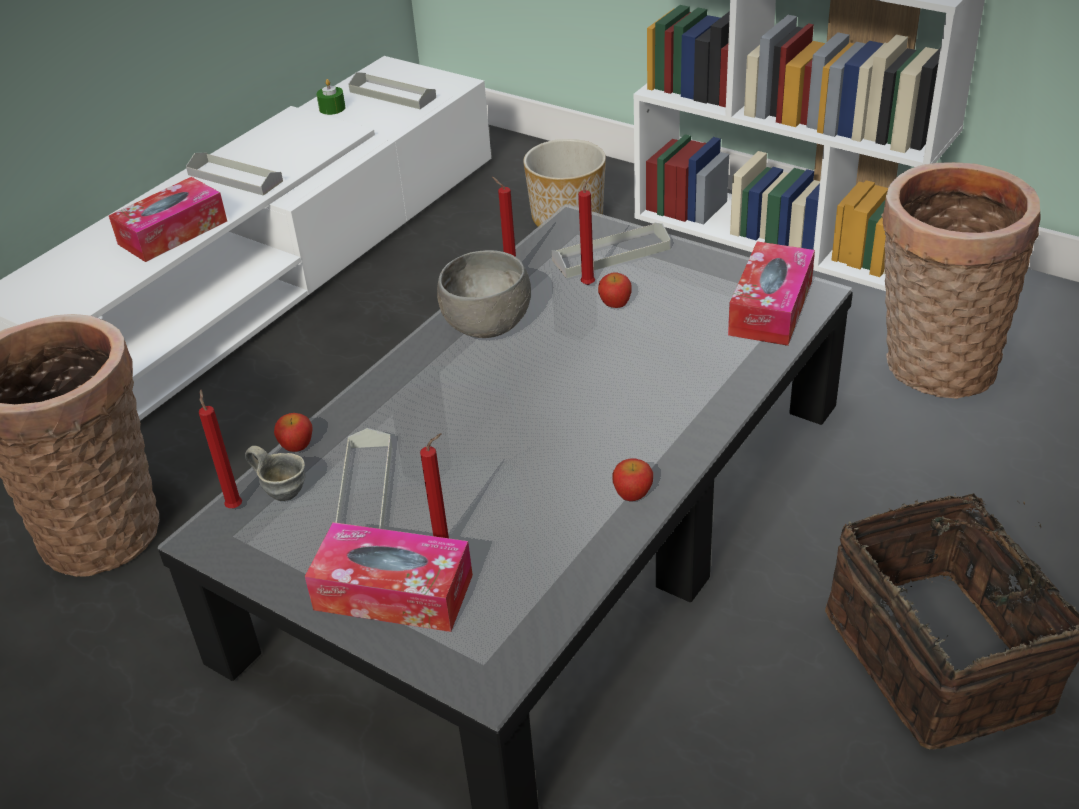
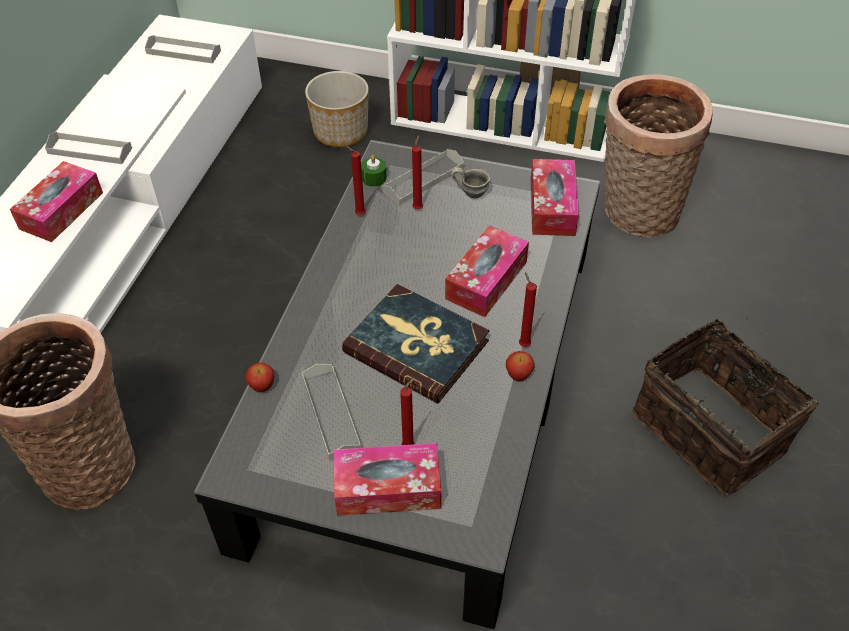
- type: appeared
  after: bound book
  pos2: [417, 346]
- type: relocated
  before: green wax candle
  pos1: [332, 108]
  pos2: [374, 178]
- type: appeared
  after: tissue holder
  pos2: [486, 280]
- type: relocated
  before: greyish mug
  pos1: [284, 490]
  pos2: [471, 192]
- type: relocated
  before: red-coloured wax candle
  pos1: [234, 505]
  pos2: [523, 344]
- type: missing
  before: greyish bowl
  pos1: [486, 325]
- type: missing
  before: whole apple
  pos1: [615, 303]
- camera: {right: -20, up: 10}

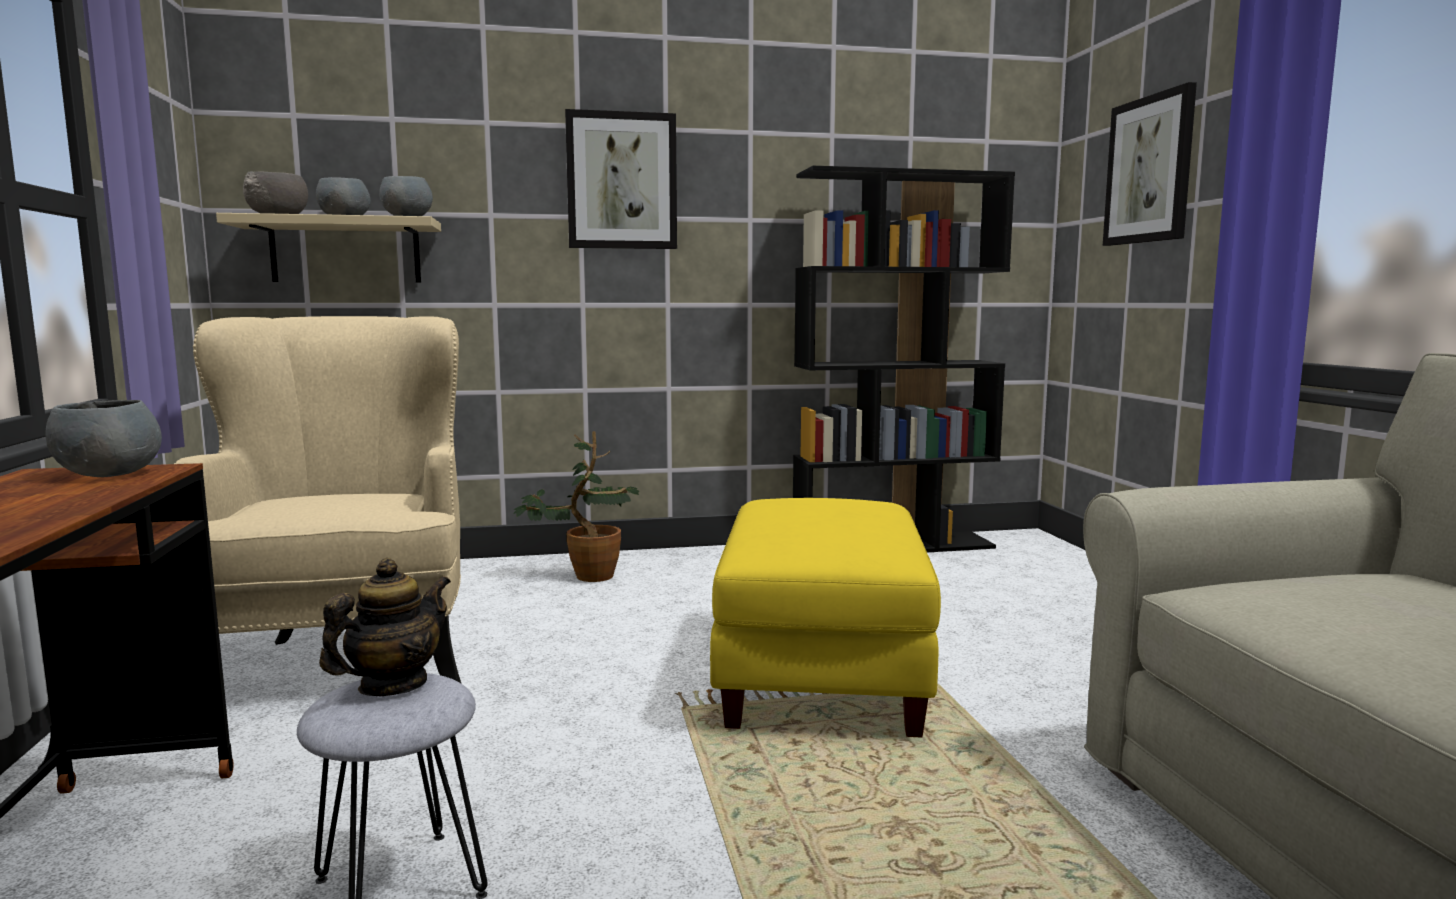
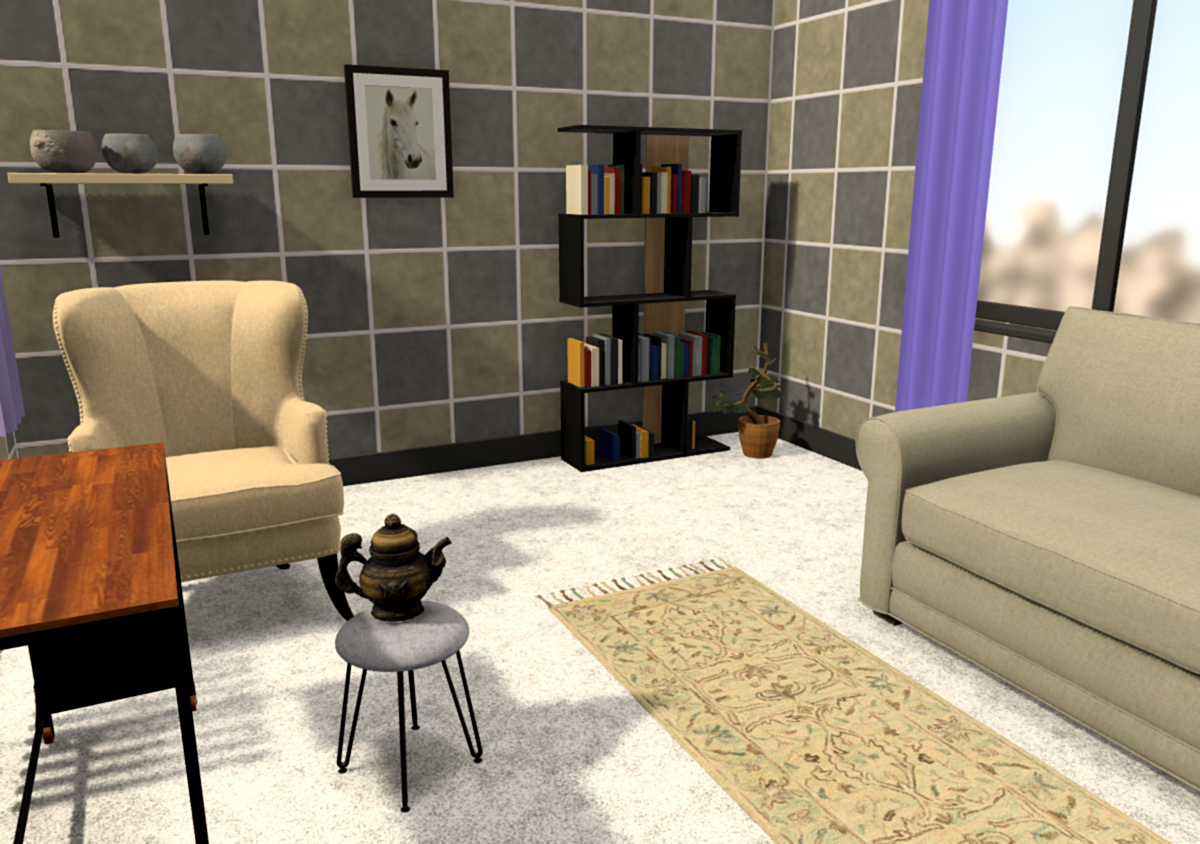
- type: spun
  before: tea pot
  pos1: [392, 685]
  pos2: [397, 612]
  turn: 60
- type: relocated
  before: potted plant
  pos1: [585, 576]
  pos2: [750, 454]
- type: missing
  before: greyish bowl
  pos1: [109, 474]
- type: missing
  before: yellow-coloured ottoman
  pos1: [824, 674]
- type: missing
  before: picture
  pos1: [1149, 170]
- camera: {right: -15, up: 5}

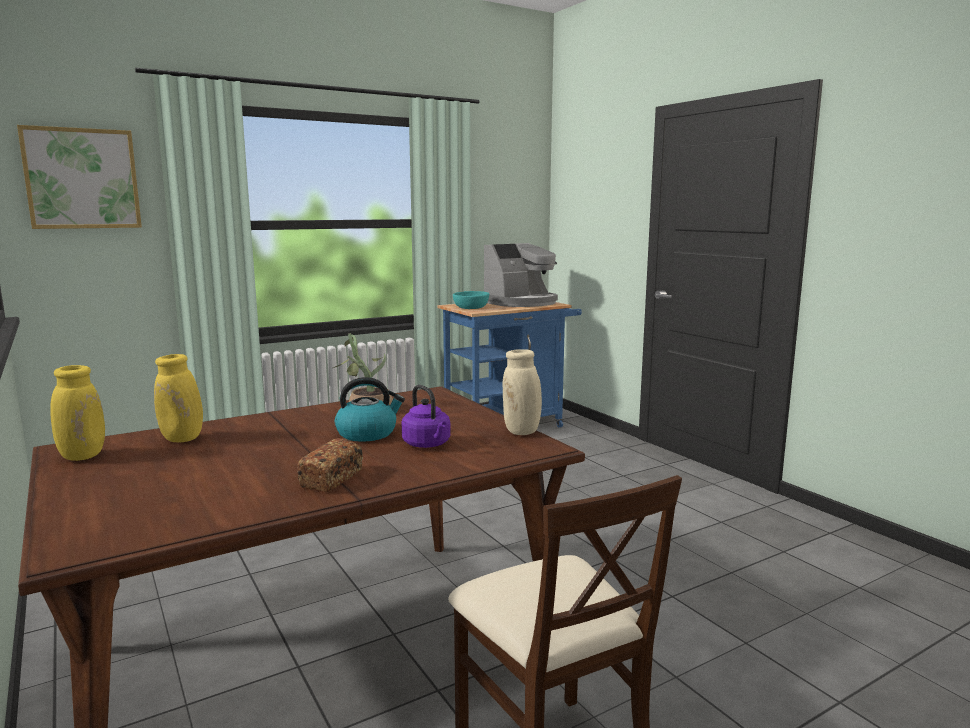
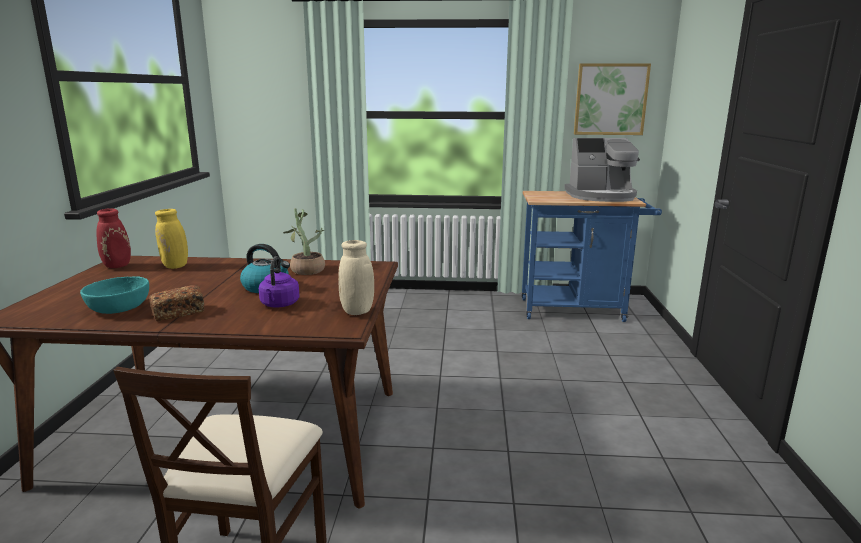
- type: relocated
  before: blue-green bowl
  pos1: [471, 308]
  pos2: [118, 308]
- type: colour
  before: yellow-coloured vase
  after: red-coloured vase
  pos1: [83, 456]
  pos2: [119, 266]
- type: relocated
  before: picture
  pos1: [82, 179]
  pos2: [610, 99]
- camera: {right: 35, up: 5}

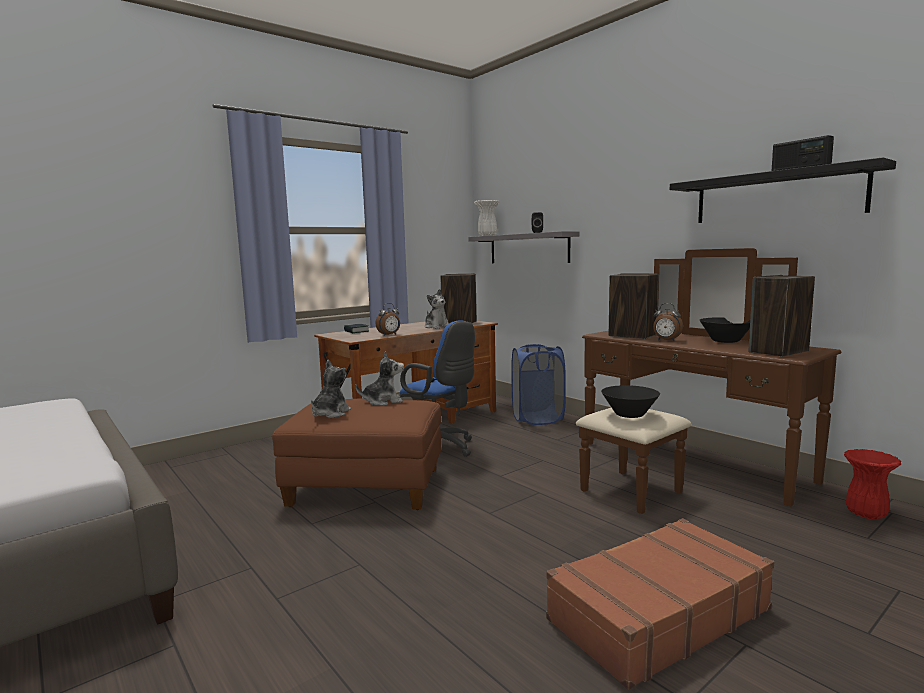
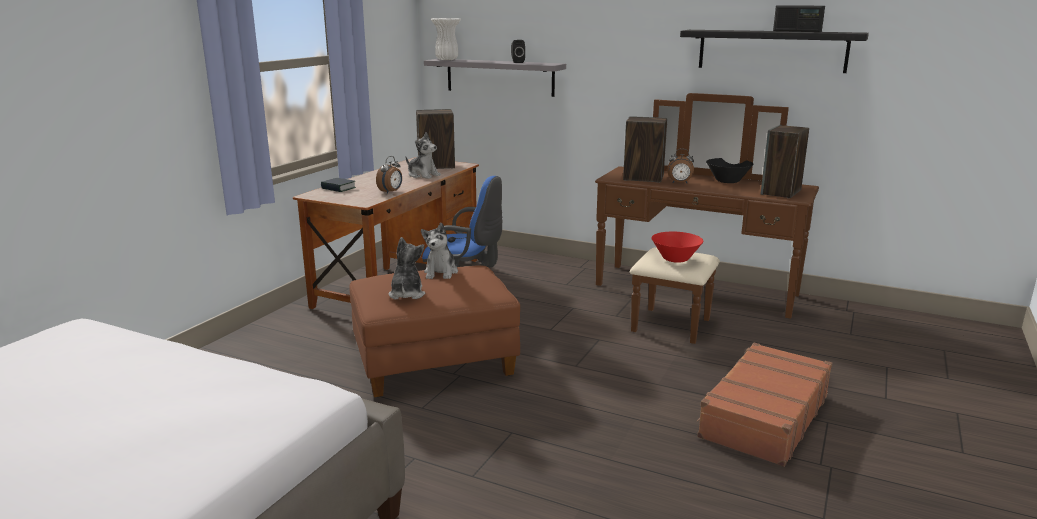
- type: spun
  before: cuddly toy
  pos1: [383, 401]
  pos2: [441, 272]
  turn: 135
- type: colour
  before: black bowl
  after: red-coloured bowl
  pos1: [629, 415]
  pos2: [675, 259]
- type: missing
  before: bluish hamper
  pos1: [537, 418]
- type: missing
  before: red-coloured vase
  pos1: [867, 514]
- camera: {right: -25, up: 10}

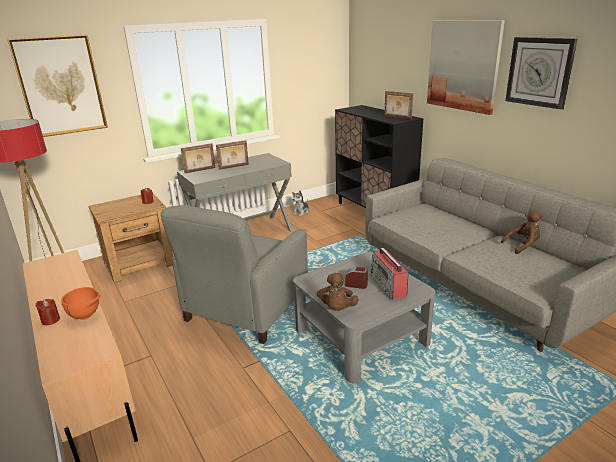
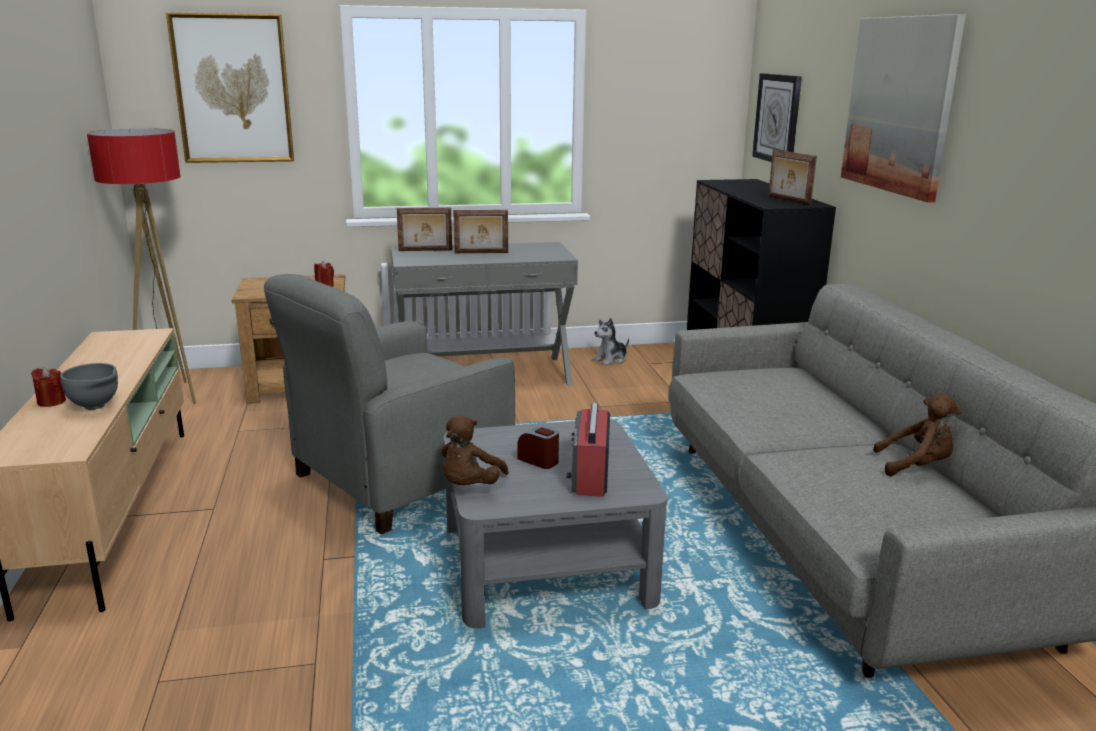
- type: colour
  before: orange bowl
  after: greyish bowl
  pos1: [86, 316]
  pos2: [96, 407]
- type: relocated
  before: wall clock
  pos1: [539, 72]
  pos2: [777, 118]
- camera: {right: 20, up: -5}

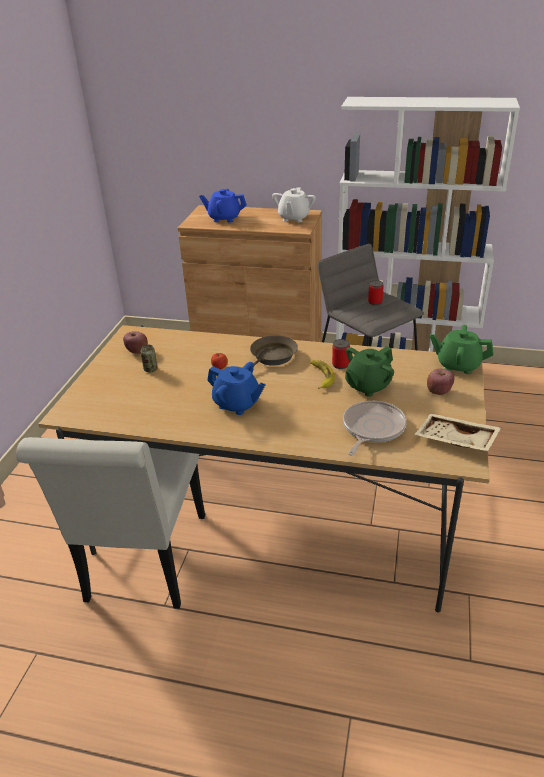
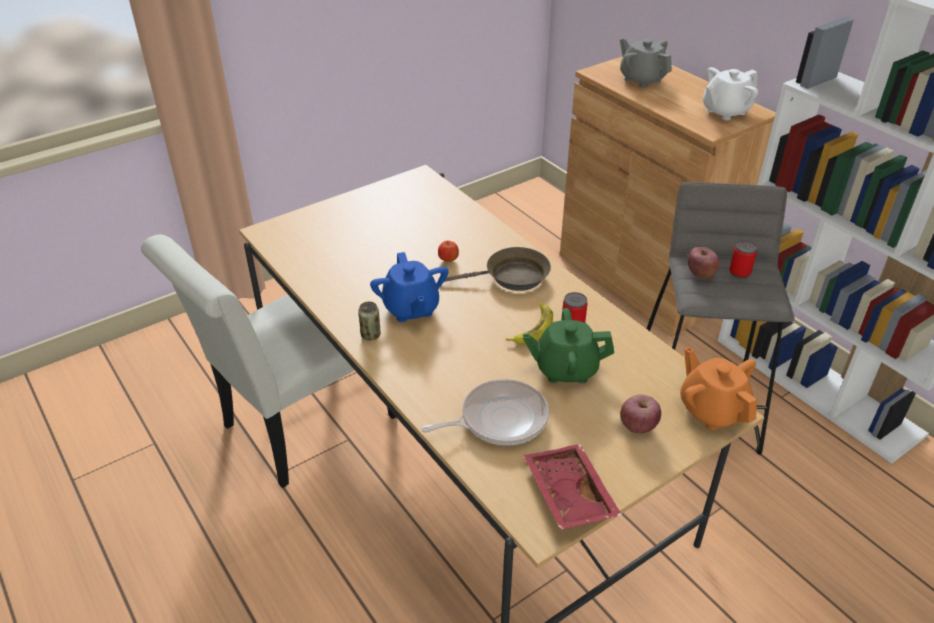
- type: relocated
  before: can
  pos1: [150, 369]
  pos2: [370, 335]
- type: colour
  before: beige-coloured serving tray
  after: red-coloured serving tray
  pos1: [455, 441]
  pos2: [567, 495]
- type: colour
  before: bluish tea pot
  after: greyish tea pot
  pos1: [224, 218]
  pos2: [642, 79]
- type: colour
  before: green tea pot
  after: orange tea pot
  pos1: [458, 365]
  pos2: [712, 410]
- type: relocated
  before: whole apple
  pos1: [137, 351]
  pos2: [700, 274]
- camera: {right: 40, up: 5}

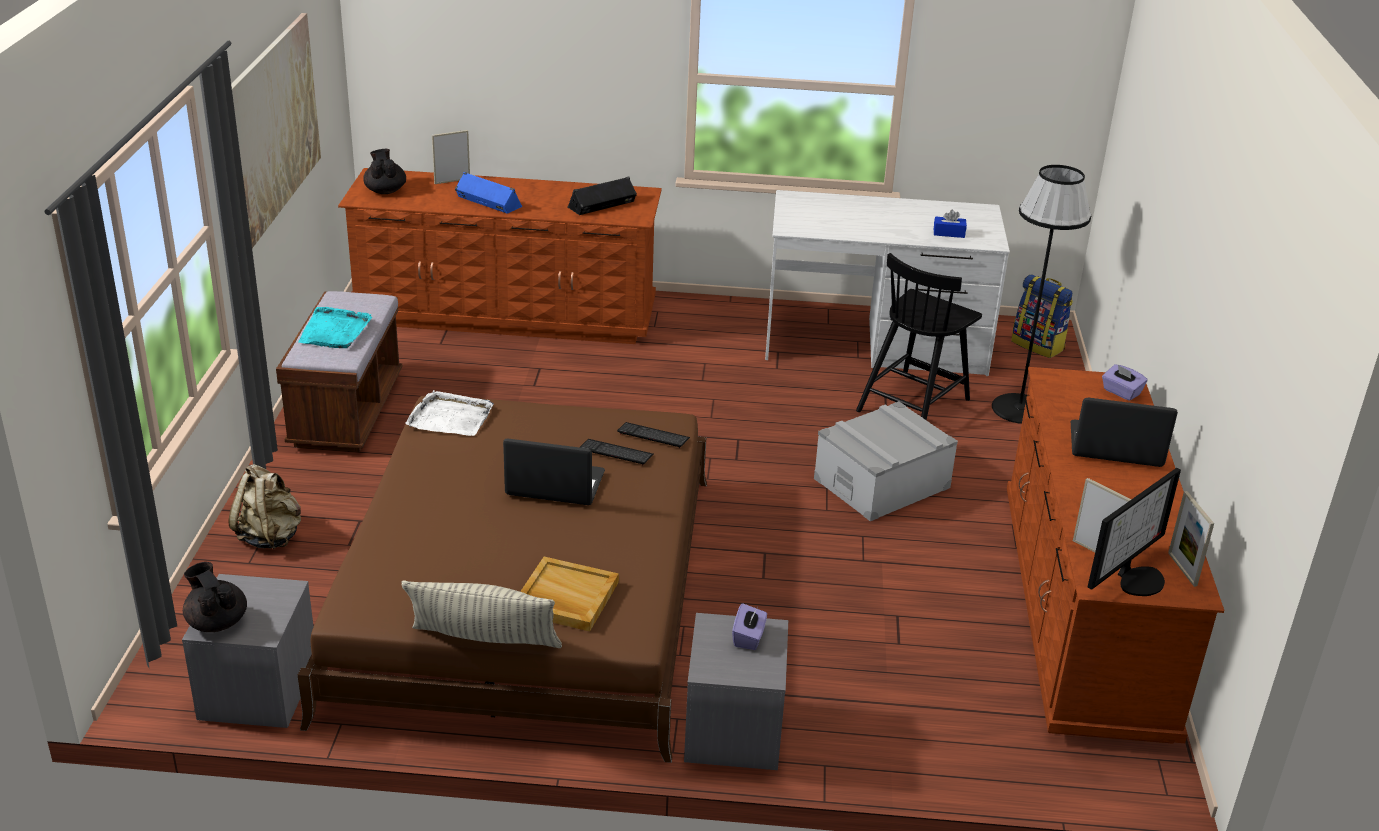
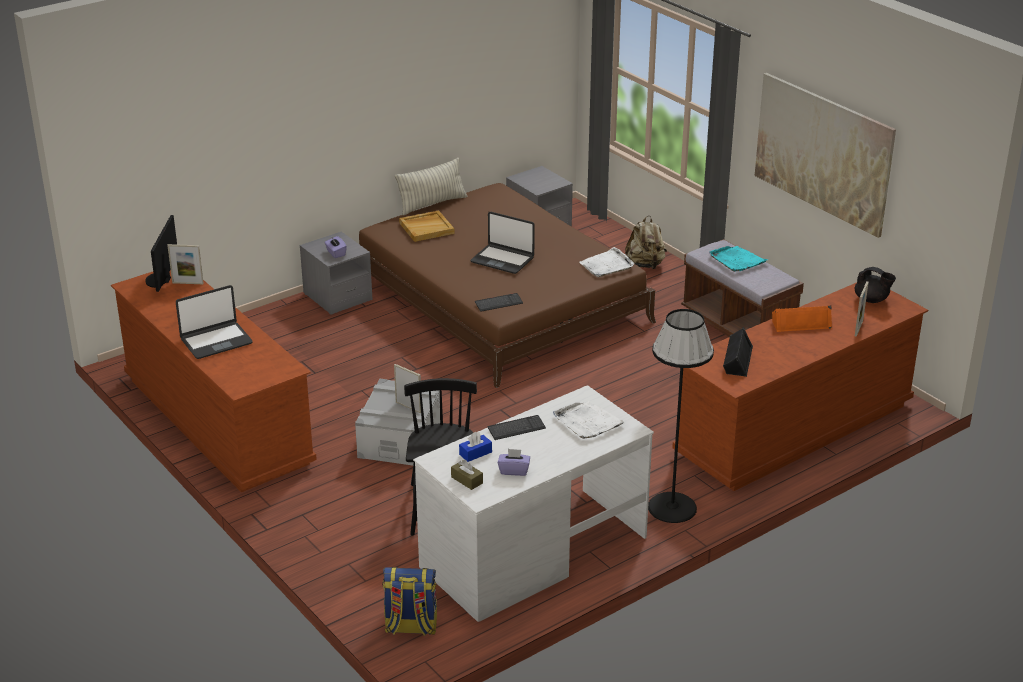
- type: relocated
  before: photo frame
  pos1: [1182, 569]
  pos2: [408, 407]
- type: appeared
  after: brown-coloured tissue holder
  pos2: [467, 480]
- type: spun
  before: laptop
  pos1: [555, 485]
  pos2: [502, 260]
  turn: 60
- type: relocated
  before: keyboard
  pos1: [616, 453]
  pos2: [516, 429]
- type: relocated
  before: purple-coloured tissue holder
  pos1: [1121, 392]
  pos2: [514, 470]
- type: appeared
  after: whitish serving tray
  pos2: [587, 422]
- type: relocated
  before: black floor lamp
  pos1: [1020, 409]
  pos2: [671, 507]
- type: colour
  before: bluish audio speaker
  after: orange audio speaker
  pos1: [487, 202]
  pos2: [801, 323]
- type: missing
  before: black tea pot
  pos1: [216, 622]
- camera: {right: 140, up: 0}

